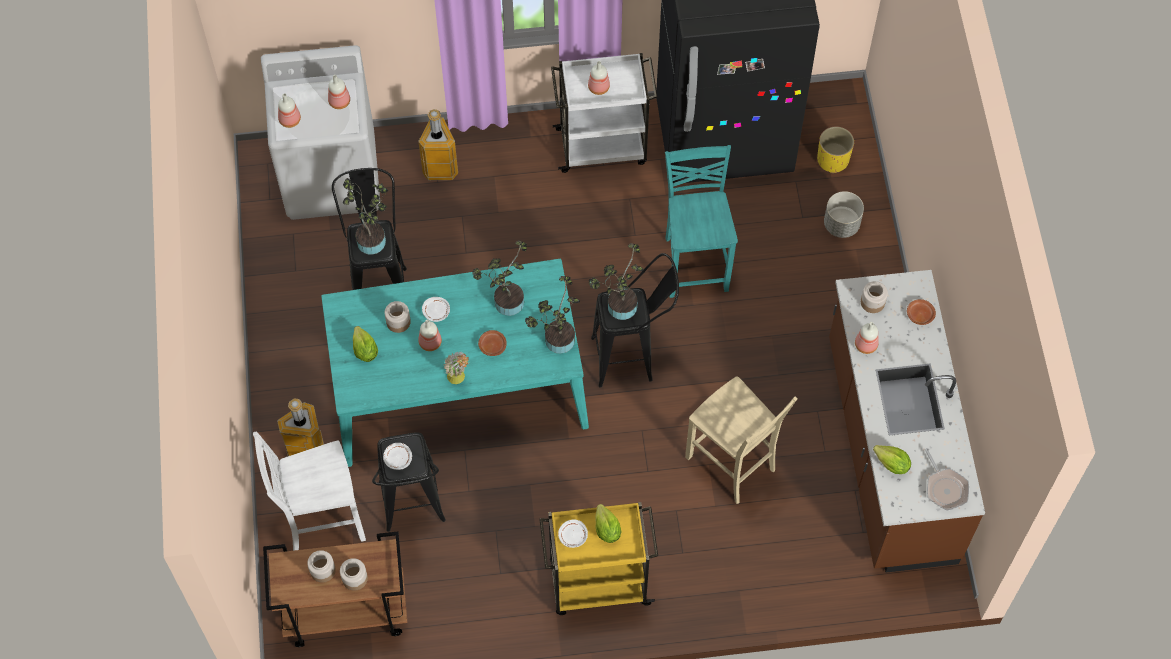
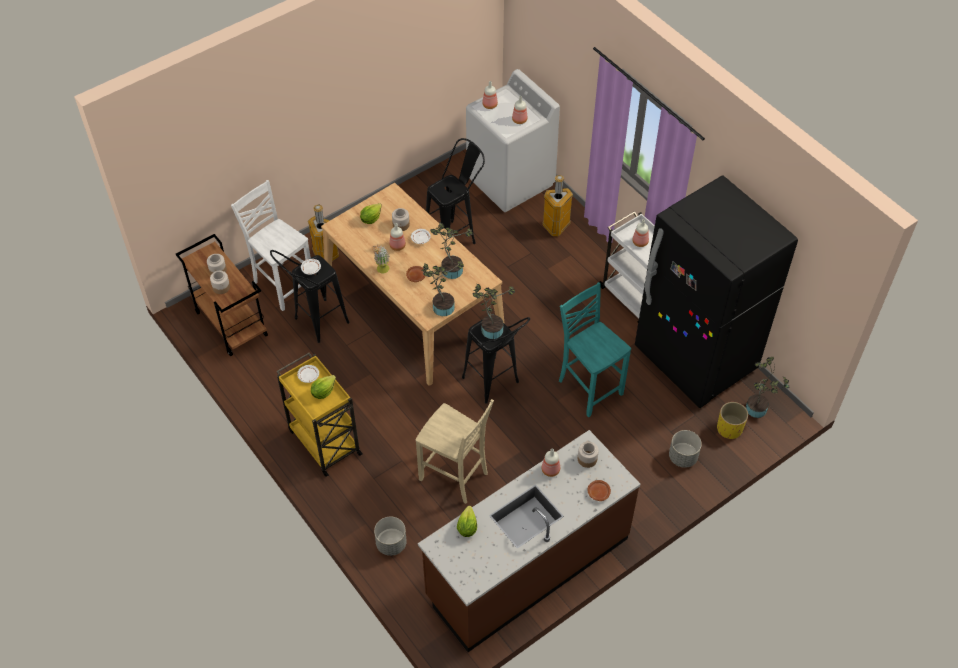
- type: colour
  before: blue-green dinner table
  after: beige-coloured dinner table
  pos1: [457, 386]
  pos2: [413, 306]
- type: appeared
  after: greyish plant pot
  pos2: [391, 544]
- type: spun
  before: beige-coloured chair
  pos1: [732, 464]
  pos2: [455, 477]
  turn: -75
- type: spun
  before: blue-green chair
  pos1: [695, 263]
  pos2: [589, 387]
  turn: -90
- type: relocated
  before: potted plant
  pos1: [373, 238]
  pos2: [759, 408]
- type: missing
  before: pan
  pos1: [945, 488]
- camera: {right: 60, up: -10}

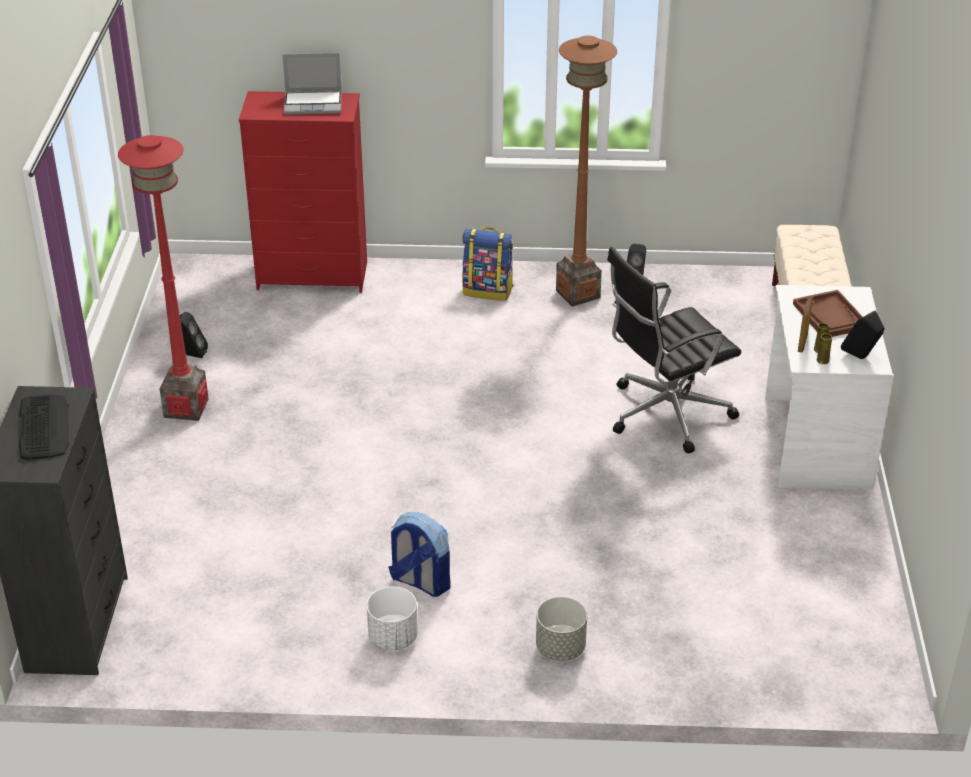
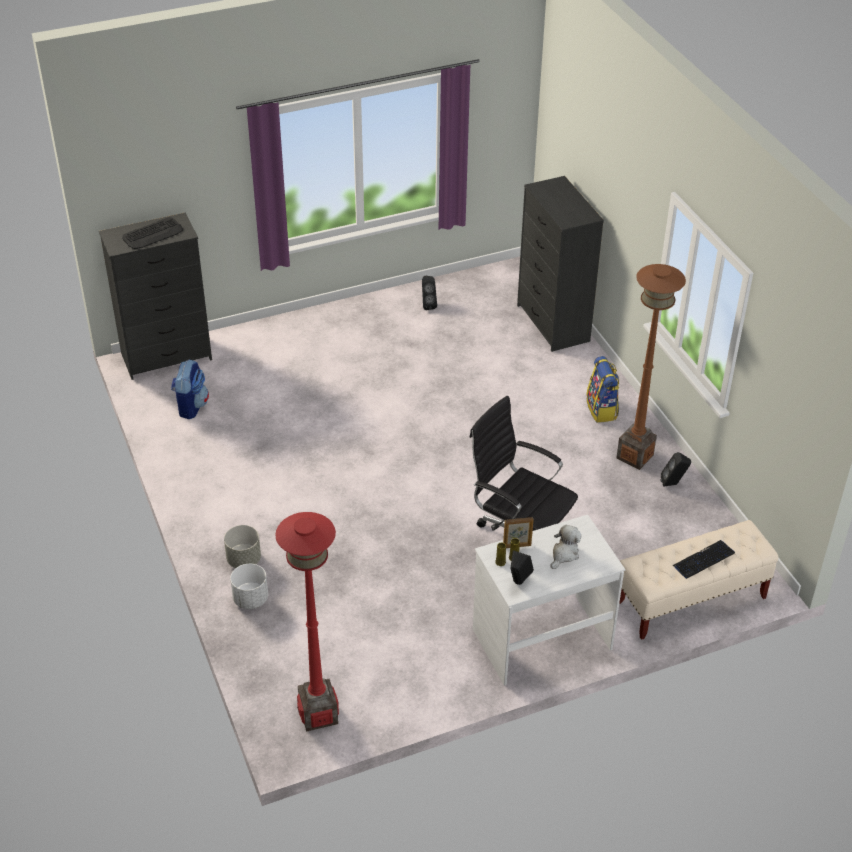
- type: relocated
  before: backpack
  pos1: [420, 582]
  pos2: [191, 406]
- type: relocated
  before: whitish plant pot
  pos1: [392, 637]
  pos2: [250, 599]
- type: relocated
  before: red-coloured floor lamp
  pos1: [186, 408]
  pos2: [318, 715]
- type: colour
  before: red-coloured drawer chest
  after: black drawer chest
  pos1: [313, 276]
  pos2: [553, 324]
- type: exchanged
  before: brown-coloured serving tray
  after: cuddly toy
  pos1: [830, 316]
  pos2: [564, 554]
- type: appeared
  after: keyboard
  pos2: [703, 560]
- type: missing
  before: laptop
  pos1: [314, 104]
- camera: {right: 65, up: 5}

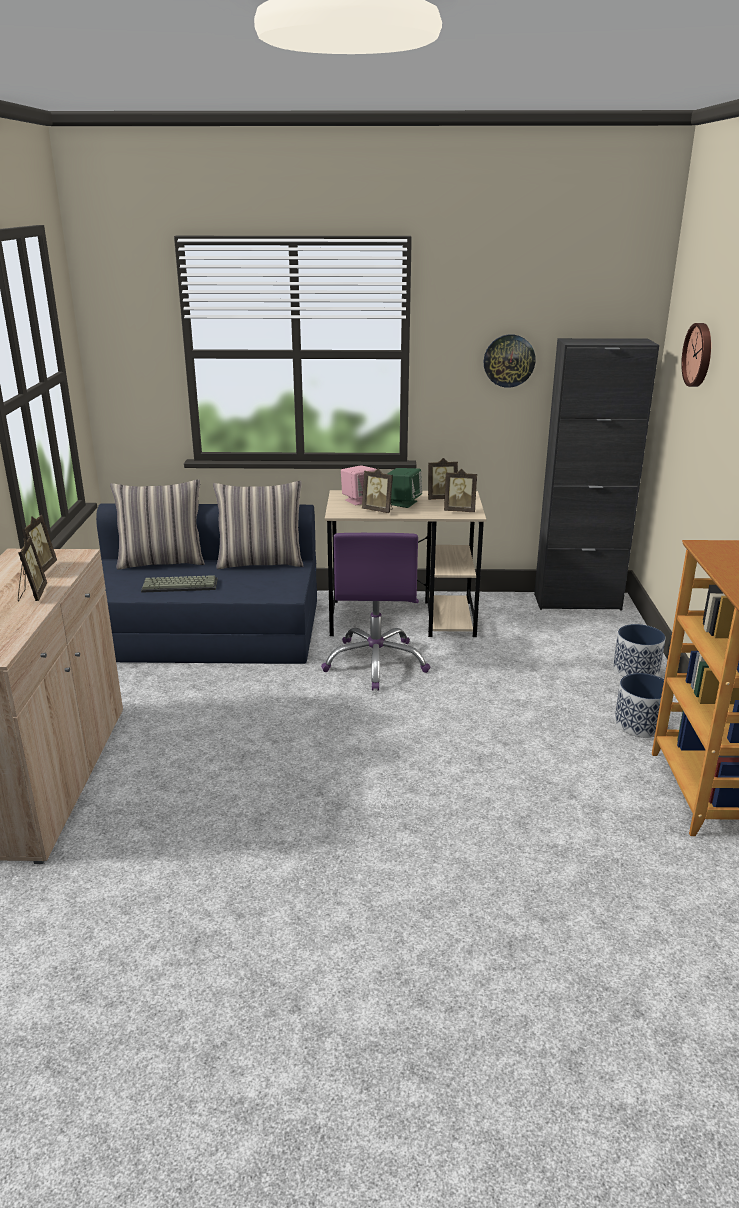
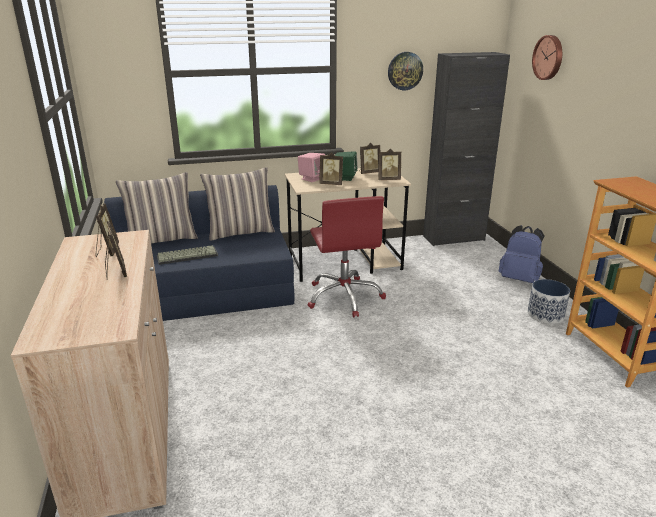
- type: colour
  before: purple-coloured desk chair
  after: red-coloured desk chair
  pos1: [376, 663]
  pos2: [344, 297]
- type: exchanged
  before: plant pot
  after: bluish backpack
  pos1: [636, 670]
  pos2: [519, 279]
- camera: {right: -15, up: 0}

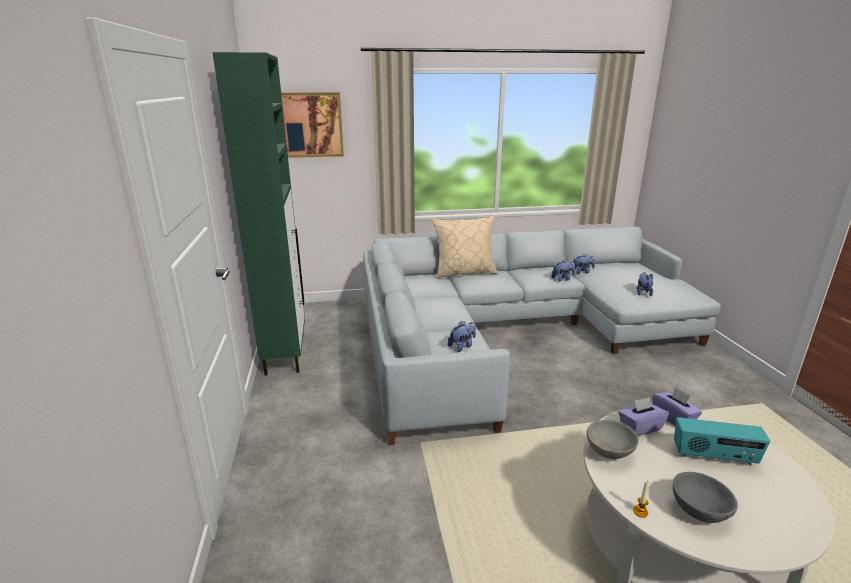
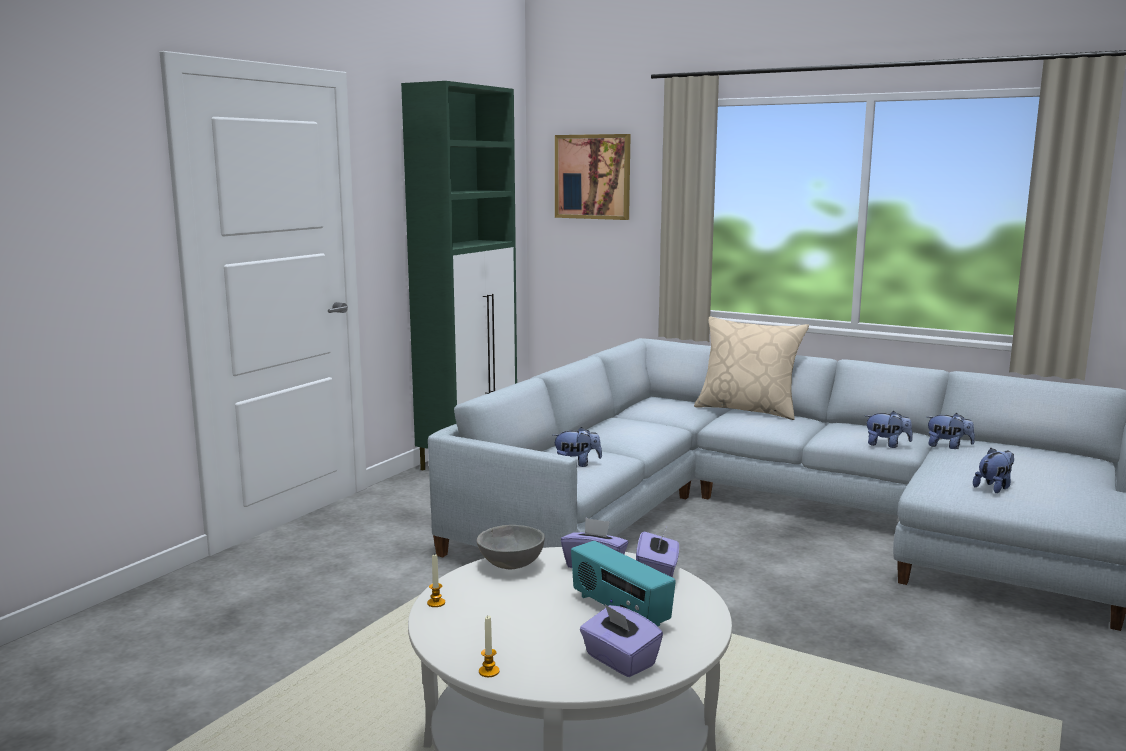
- type: appeared
  after: wax candle
  pos2: [489, 671]
- type: appeared
  after: purple-coloured tissue holder
  pos2: [619, 661]
- type: missing
  before: greyish bowl
  pos1: [698, 511]
- camera: {right: 40, up: -10}

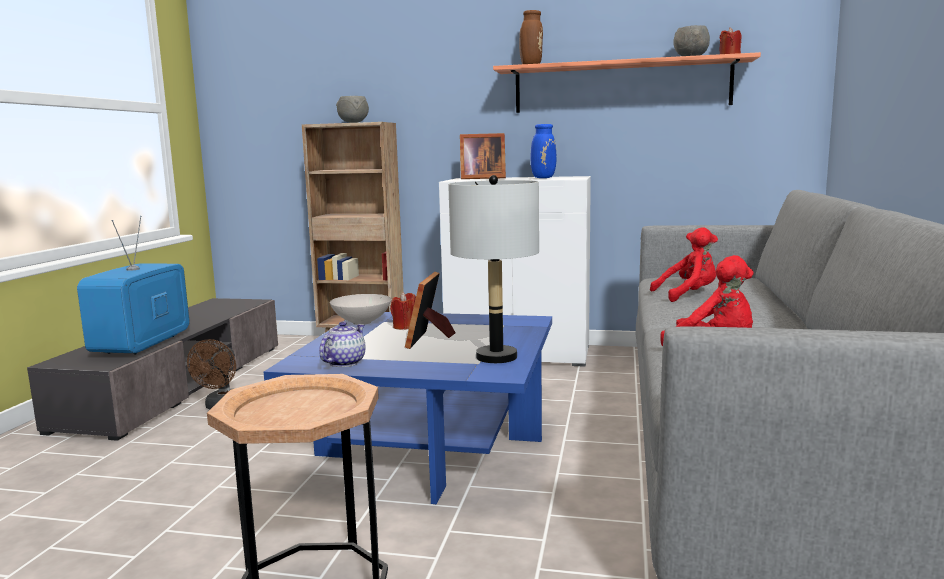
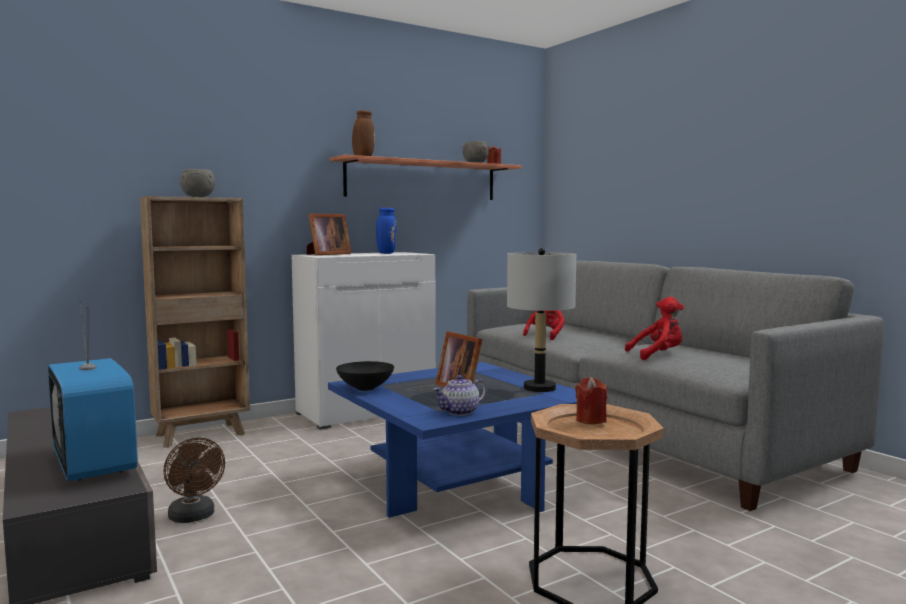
- type: colour
  before: whitish bowl
  after: black bowl
  pos1: [363, 322]
  pos2: [366, 388]
- type: spun
  before: tea pot
  pos1: [344, 362]
  pos2: [460, 412]
  turn: -105
- type: relocated
  before: red-coloured wax candle
  pos1: [405, 326]
  pos2: [591, 420]
- camera: {right: -45, up: -5}

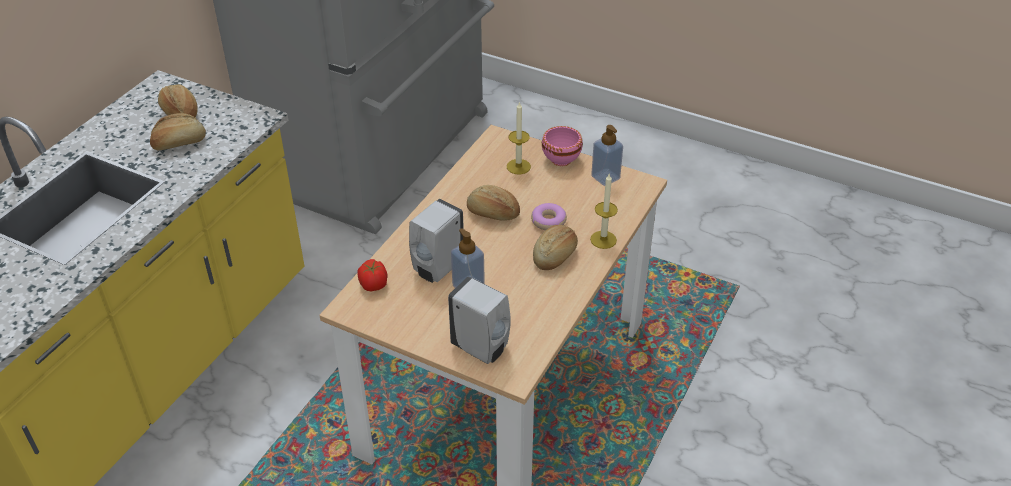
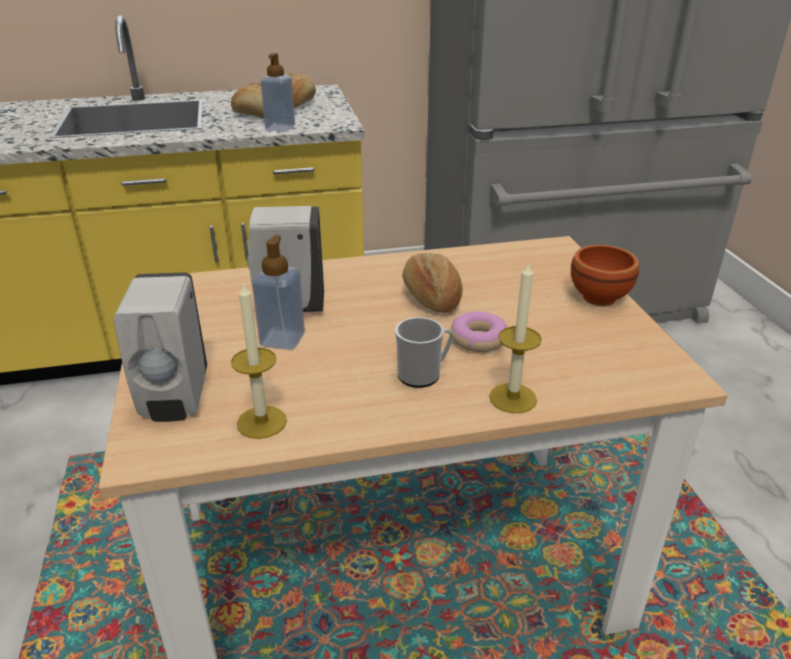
- type: relocated
  before: wax candle
  pos1: [518, 166]
  pos2: [261, 422]
- type: relocated
  before: liquid soap bottle
  pos1: [605, 177]
  pos2: [280, 127]
- type: exchanged
  before: bakery bread
  after: mug
  pos1: [556, 255]
  pos2: [423, 374]
- type: colour
  before: pink bowl
  after: brown-coloured bowl
  pos1: [562, 160]
  pos2: [600, 298]
- type: missing
  before: fresh tomato
  pos1: [373, 285]
- camera: {right: 50, up: -10}

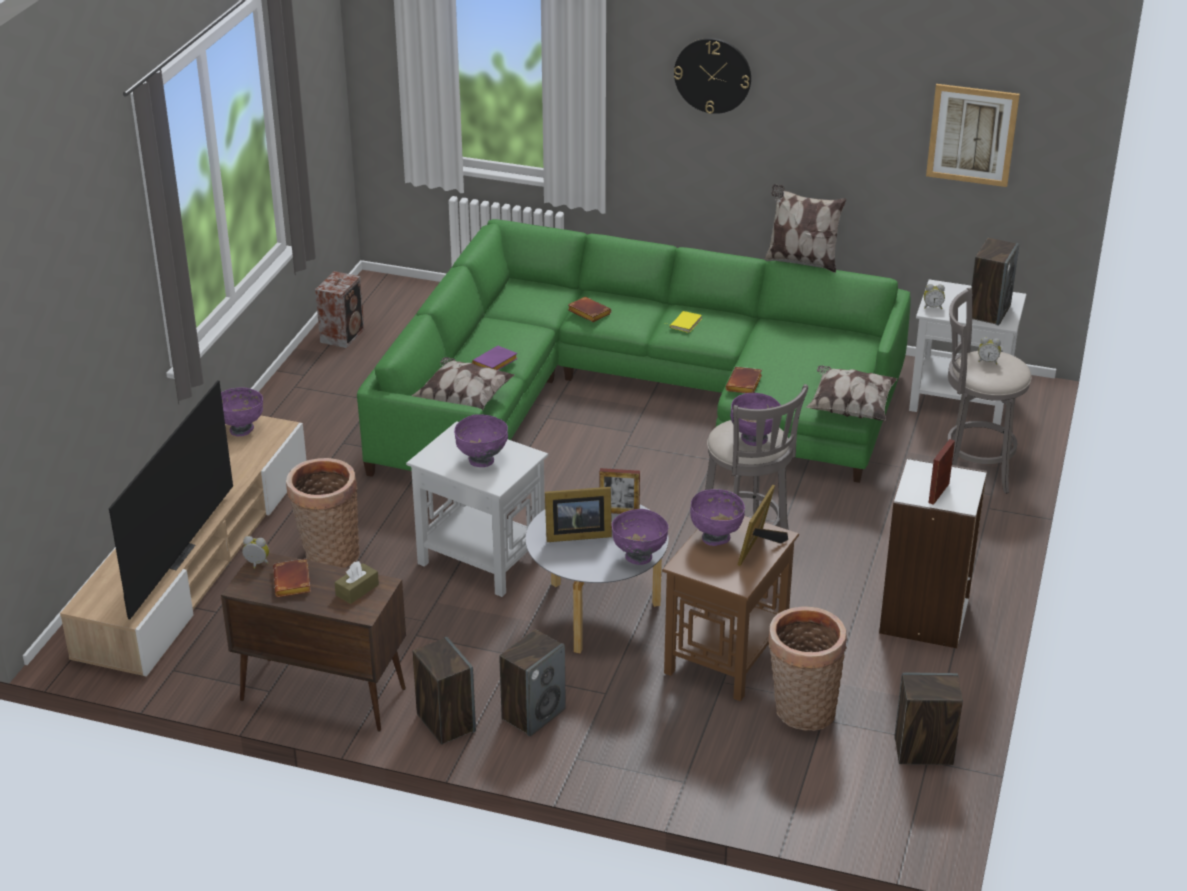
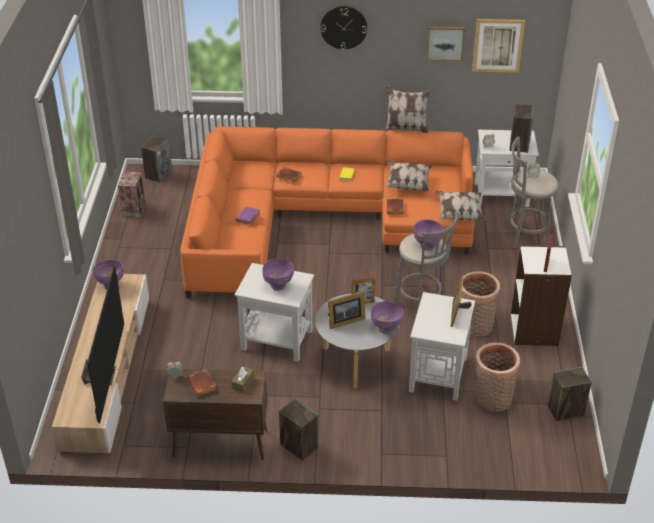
- type: relocated
  before: audio speaker
  pos1: [533, 714]
  pos2: [158, 174]
- type: colour
  before: green sofa
  after: orange sofa
  pos1: [631, 394]
  pos2: [319, 220]
- type: relocated
  before: pillow
  pos1: [463, 401]
  pos2: [407, 184]
- type: colour
  before: brown-coloured side table
  after: whitish side table
  pos1: [725, 656]
  pos2: [438, 375]
- type: appeared
  after: picture
  pos2: [445, 42]
- type: relocated
  before: basket
  pos1: [328, 555]
  pos2: [475, 326]
- type: missing
  before: purple-coloured bowl
  pos1: [716, 538]
- camera: {right: -15, up: 5}

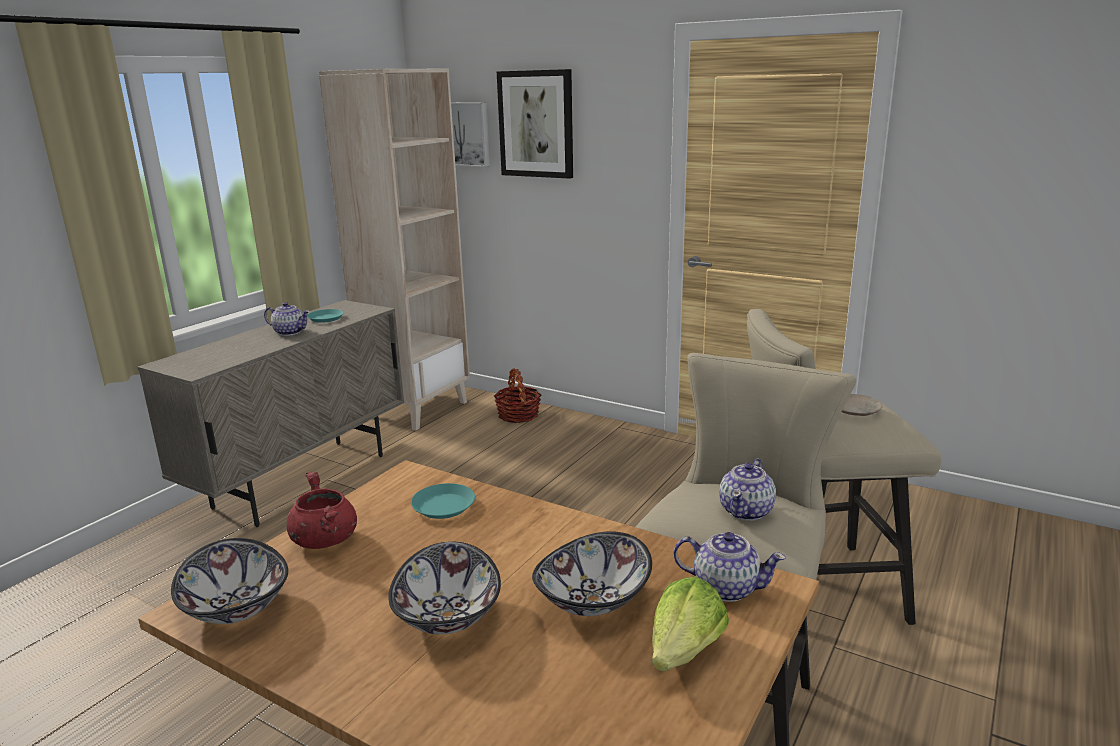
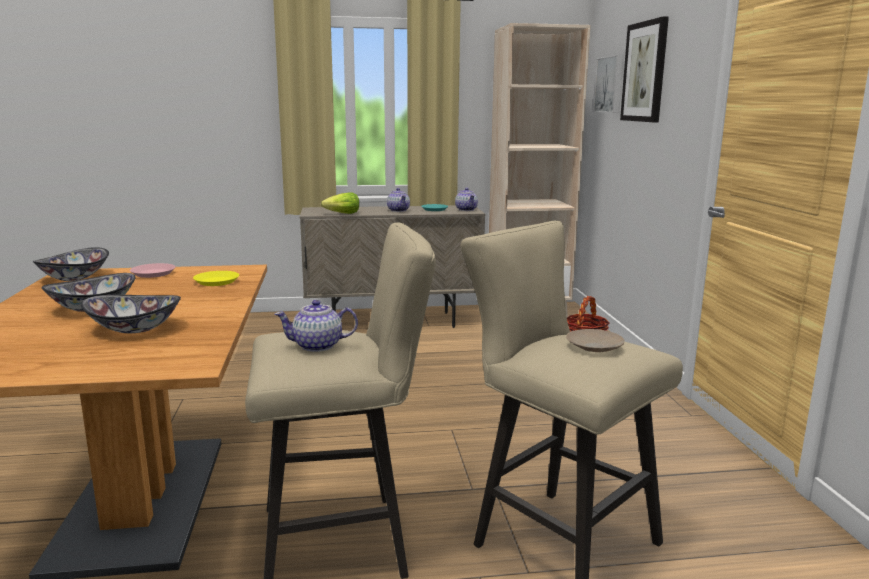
- type: exchanged
  before: red-coloured saucepot
  after: pink flat dish
  pos1: [324, 540]
  pos2: [153, 273]
- type: colour
  before: blue-green flat dish
  after: yellow-coloured flat dish
  pos1: [443, 506]
  pos2: [216, 281]
- type: relocated
  before: lettuce head
  pos1: [685, 651]
  pos2: [342, 214]
- type: relocated
  before: tea pot
  pos1: [725, 587]
  pos2: [466, 209]
- camera: {right: 50, up: -5}

